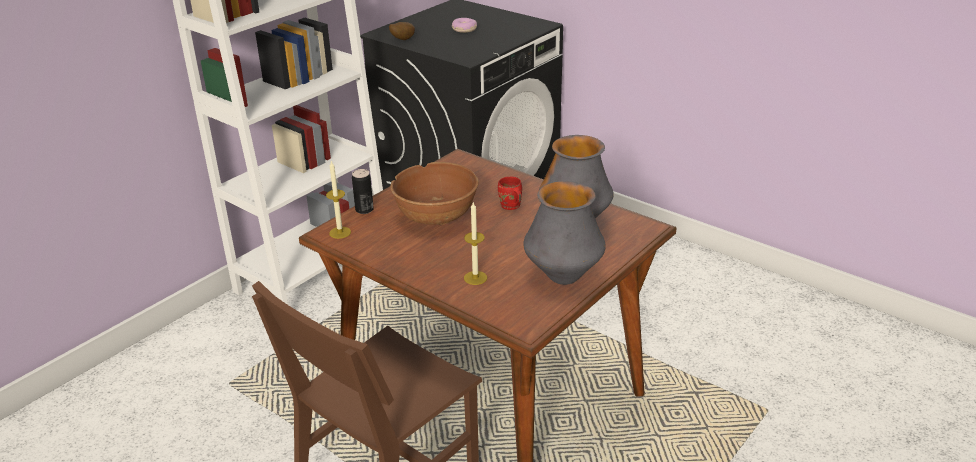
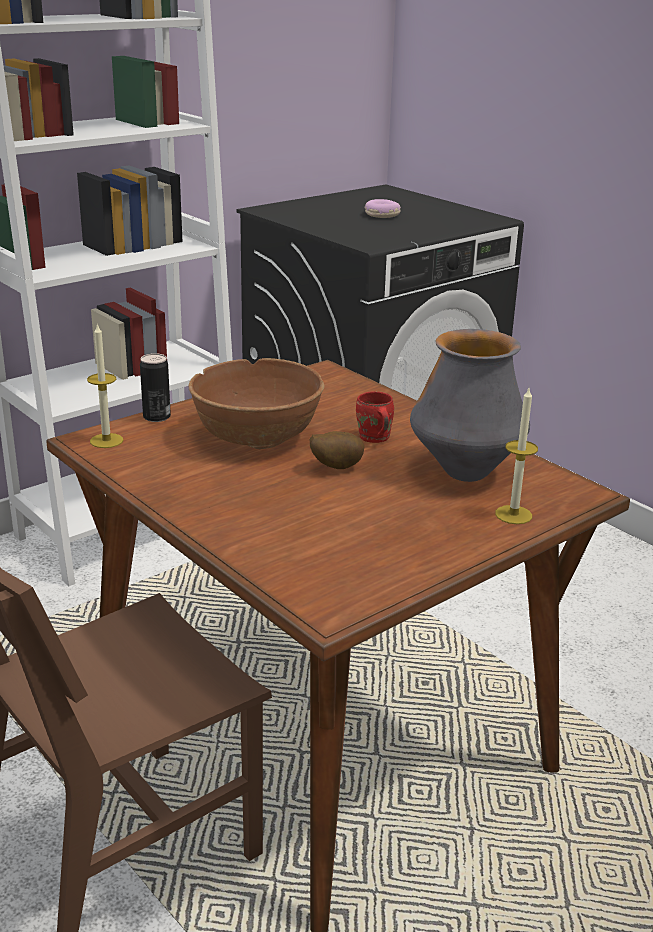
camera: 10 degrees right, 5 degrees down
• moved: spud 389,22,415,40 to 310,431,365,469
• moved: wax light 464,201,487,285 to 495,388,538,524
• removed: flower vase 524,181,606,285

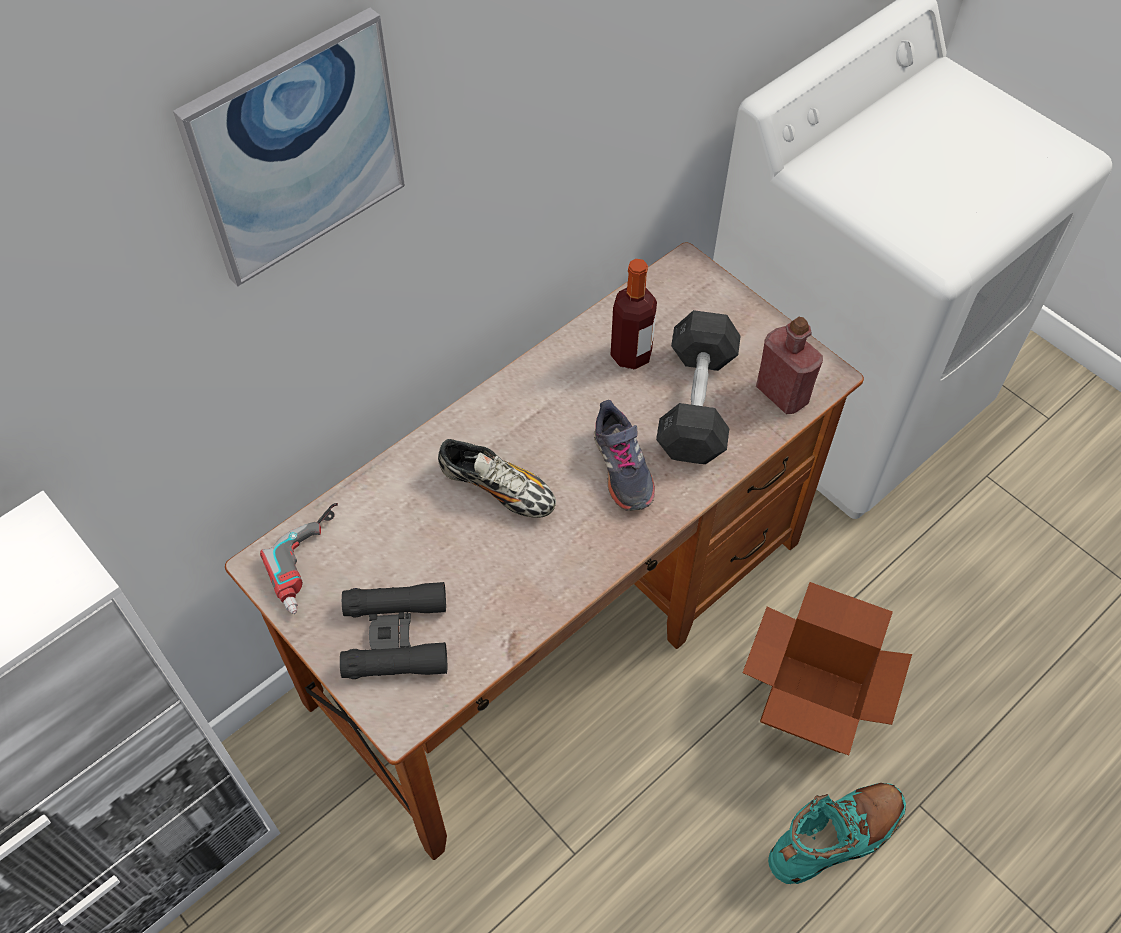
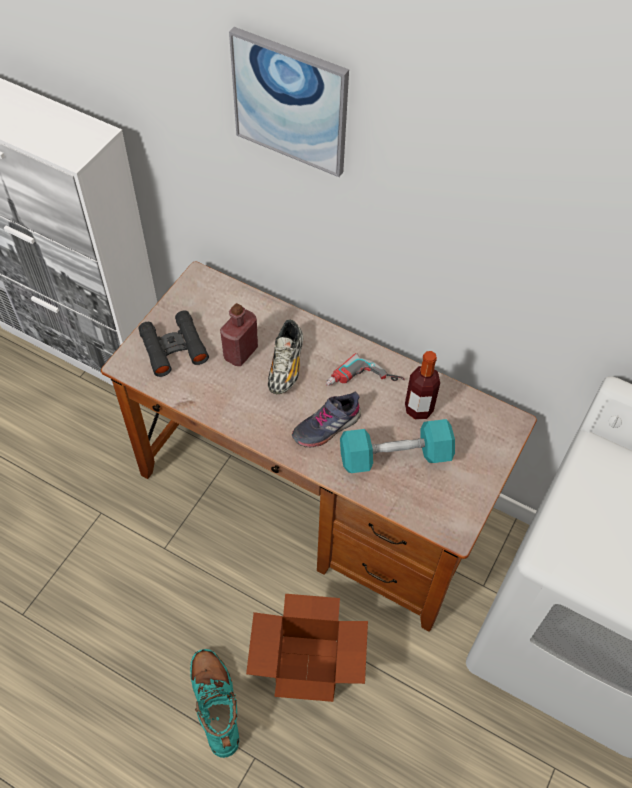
camera: 70 degrees right, 0 degrees up
• moved: power drill 260,503,338,614 to 326,353,405,386
• recoloured: greyish dumbbell 656,310,741,464 to turquoise-coloured dumbbell 340,419,455,473
• moved: red-coloured bottle 756,317,823,414 to 220,303,258,366
• turned: turquoise-coloured high-top boot 768,783,906,884 = 190,649,239,758 150 degrees counterclockwise

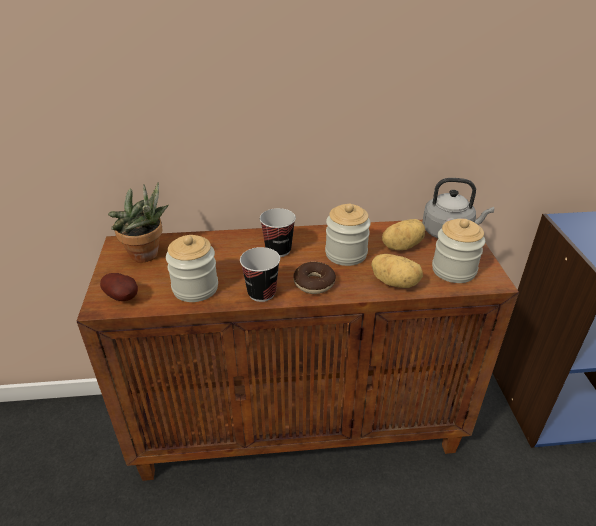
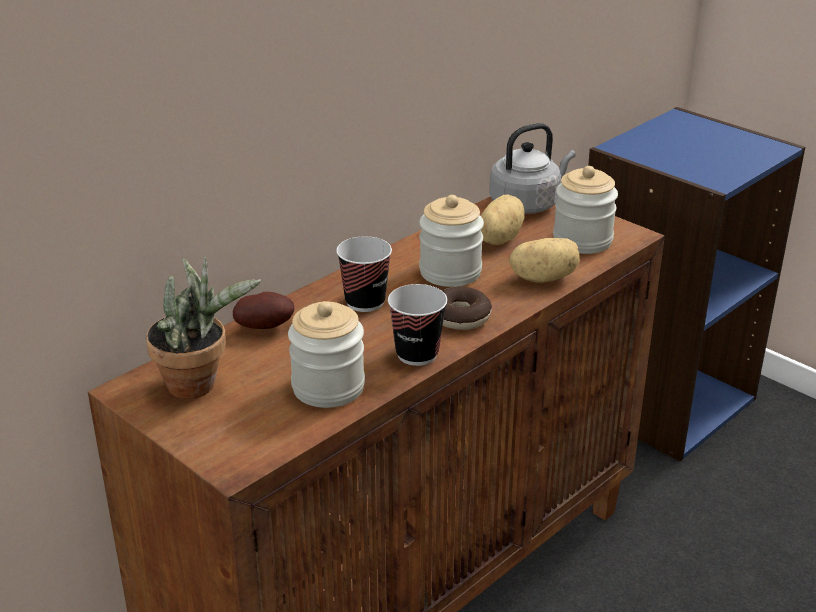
camera: 40 degrees left, 5 degrees down
• moved: spud 100,273,138,301 to 233,292,294,329

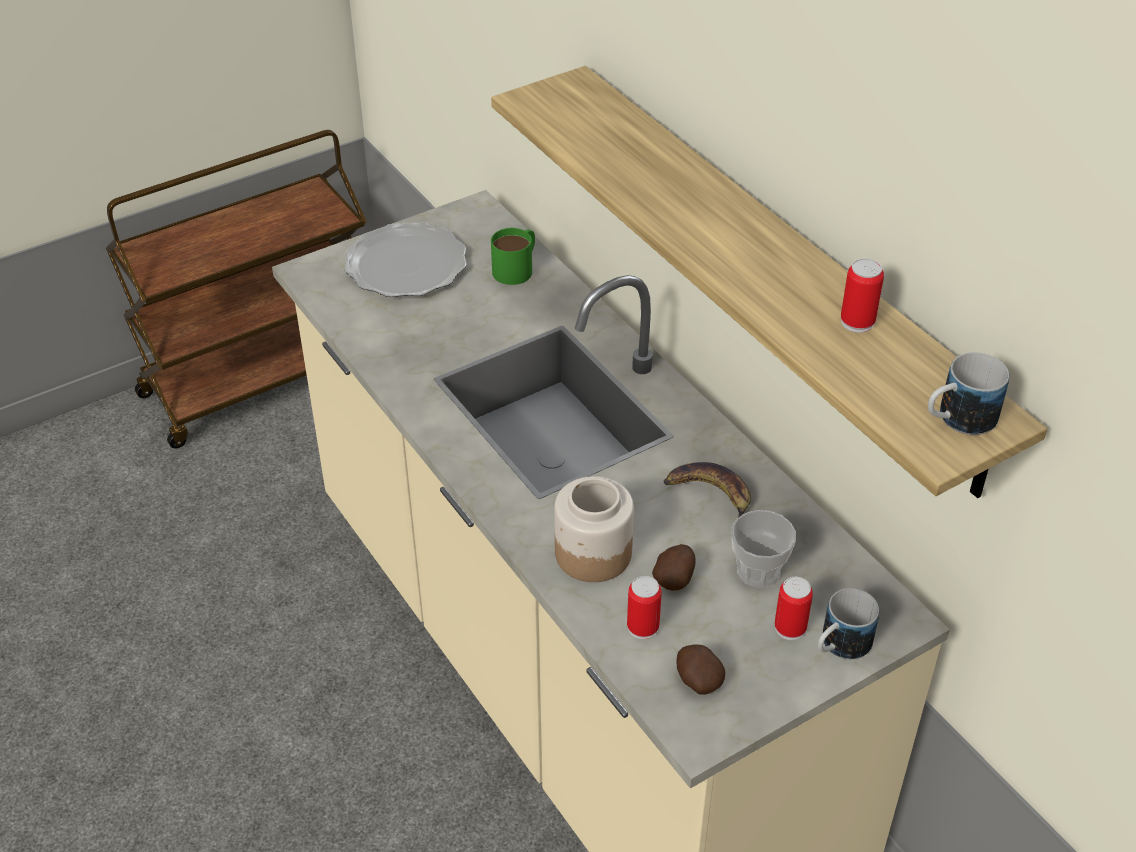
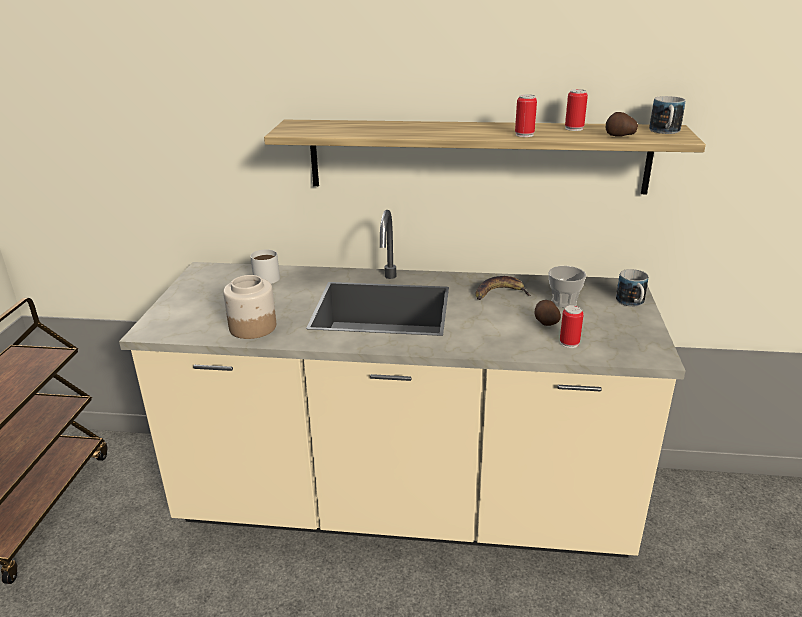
camera: 50 degrees left, 15 degrees down
• removed: flat dish 345,222,467,297
• recoloured: green-coloured mug 491,228,535,285 to white-coloured mug 250,249,280,284
• moved: jar 554,476,634,582 to 223,275,276,339
• moved: spud 676,645,725,695 to 606,112,638,137
• moved: sealed can 775,577,813,640 to 515,94,537,137

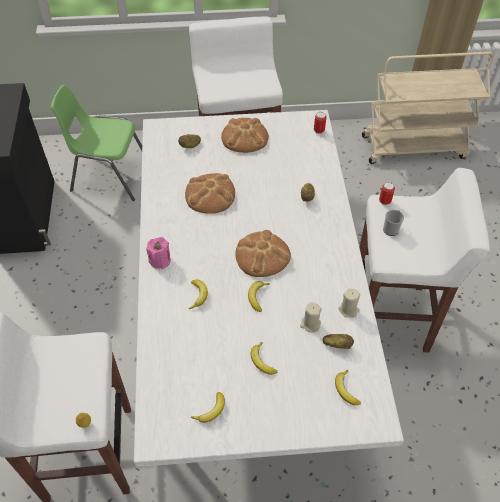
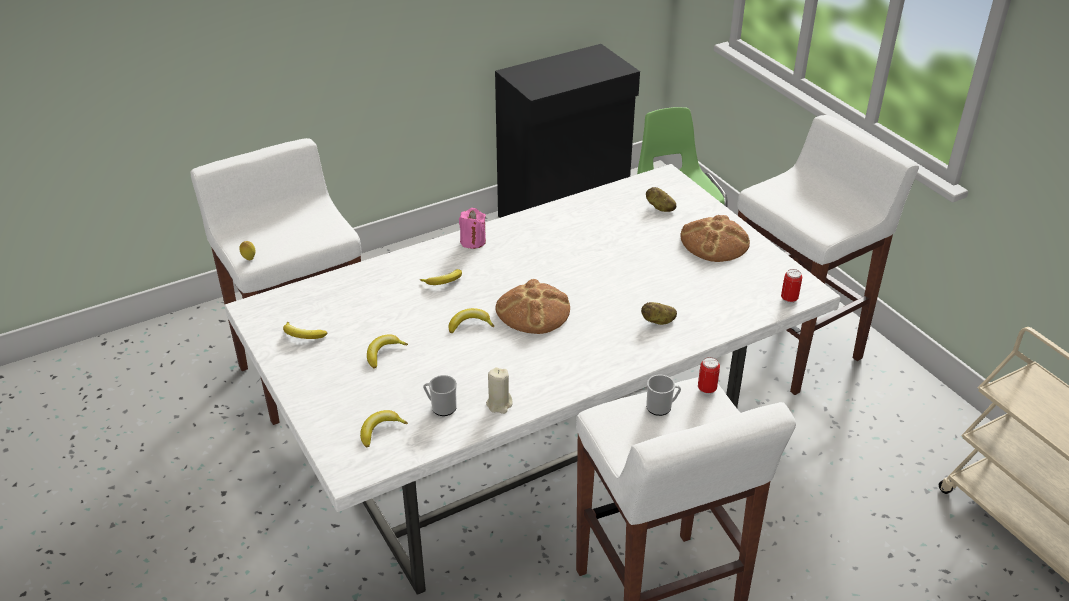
camera: 65 degrees right, 15 degrees down
• removed: baked bread 185,173,235,214
• removed: beige-coloured wax light 300,302,322,333
• replaced: spud 322,334,354,349 to mug 423,375,457,416

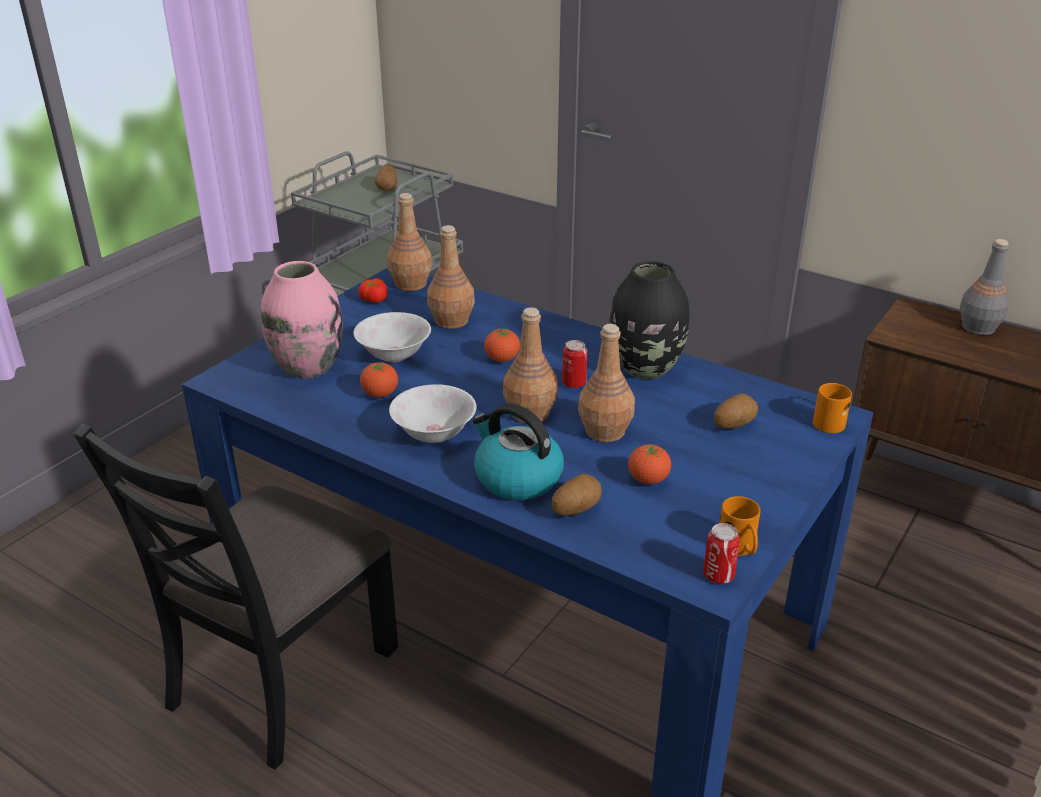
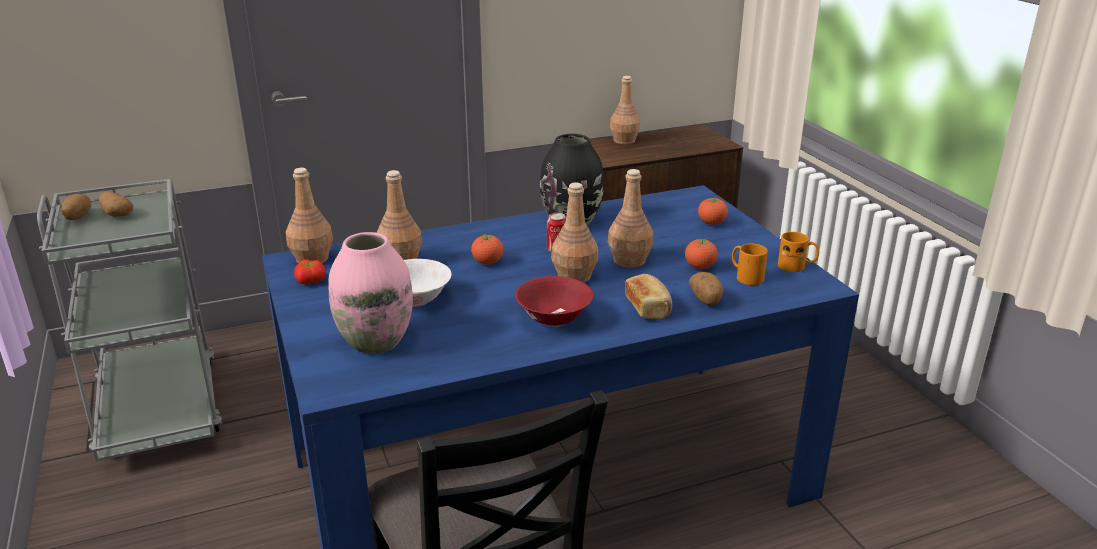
camera: 55 degrees left, 5 degrees down
• moved: fresh tomato 360,362,398,398 to 698,197,728,225
• recoloured: white-coloured deep dish 389,384,476,443 to red-coloured deep dish 515,276,593,327
• replaced: water kettle 473,403,564,500 to baked bread 625,274,672,320
• removed: sealed can 703,523,740,584
• moved: spud 714,393,758,429 to 62,194,91,220
• moved: orange-coloured mug 813,383,852,433 to 732,244,768,285
• recoloured: greyish bottle 960,239,1009,335 to brownish bottle 610,76,640,145

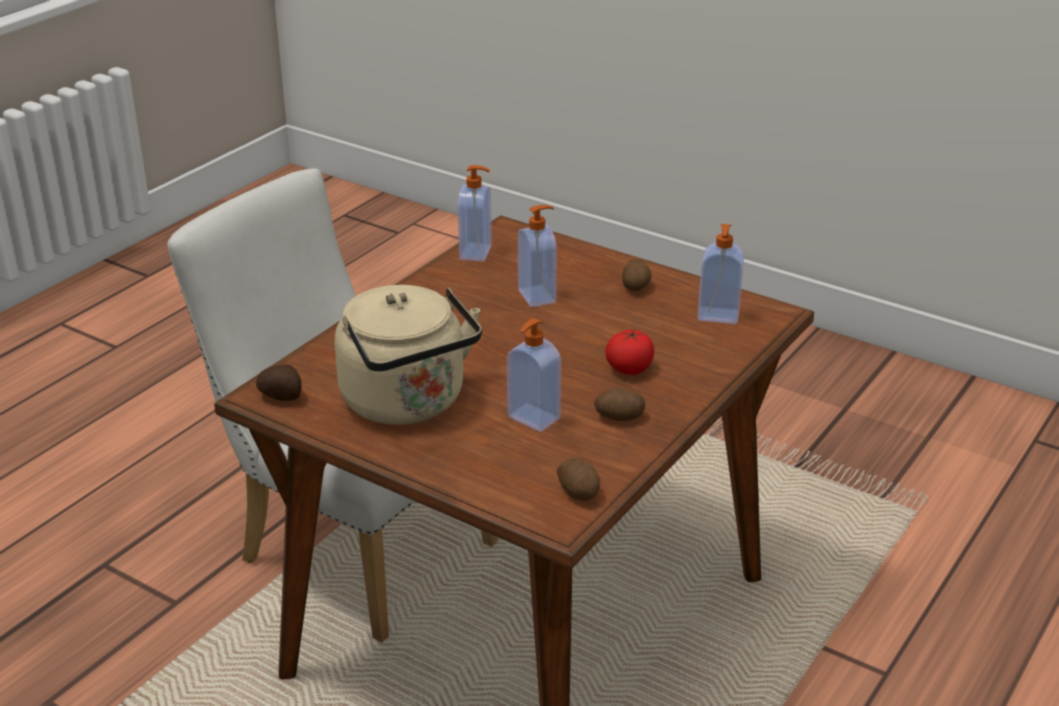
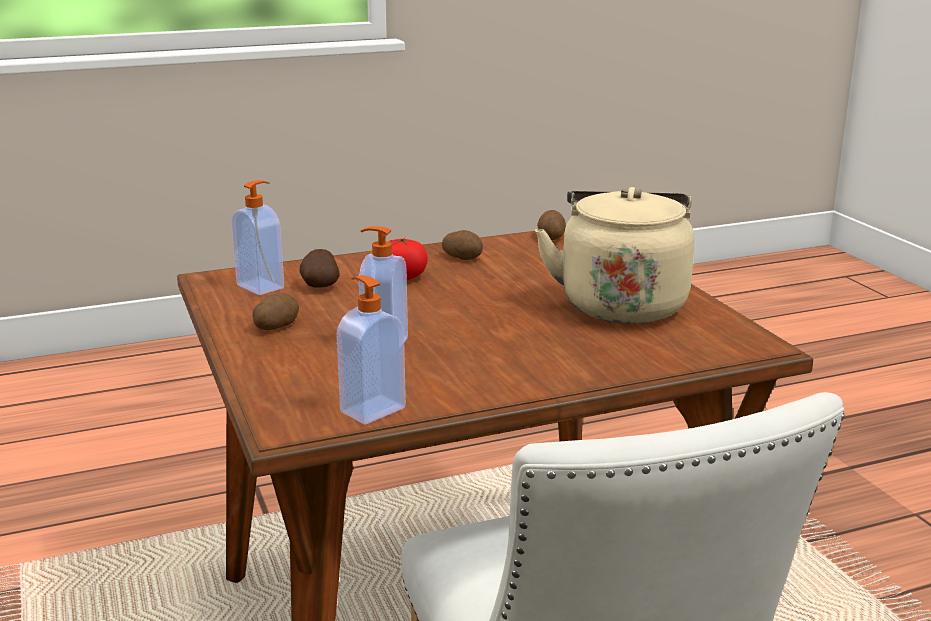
camera: 145 degrees left, 10 degrees down
• moved: spud 256,364,302,401 to 300,249,340,288
• removed: liquid soap bottle 507,318,561,432

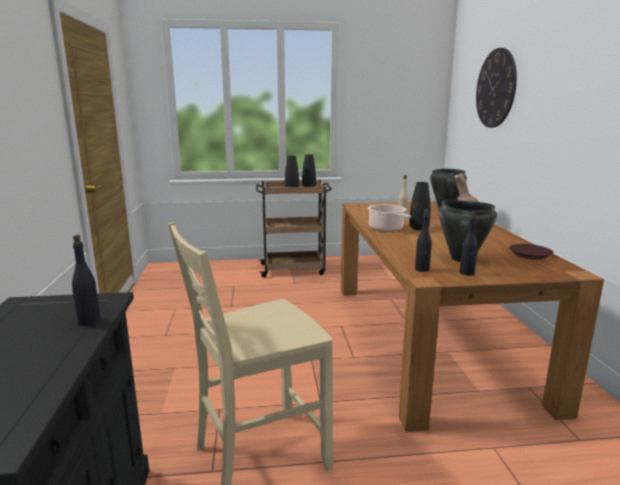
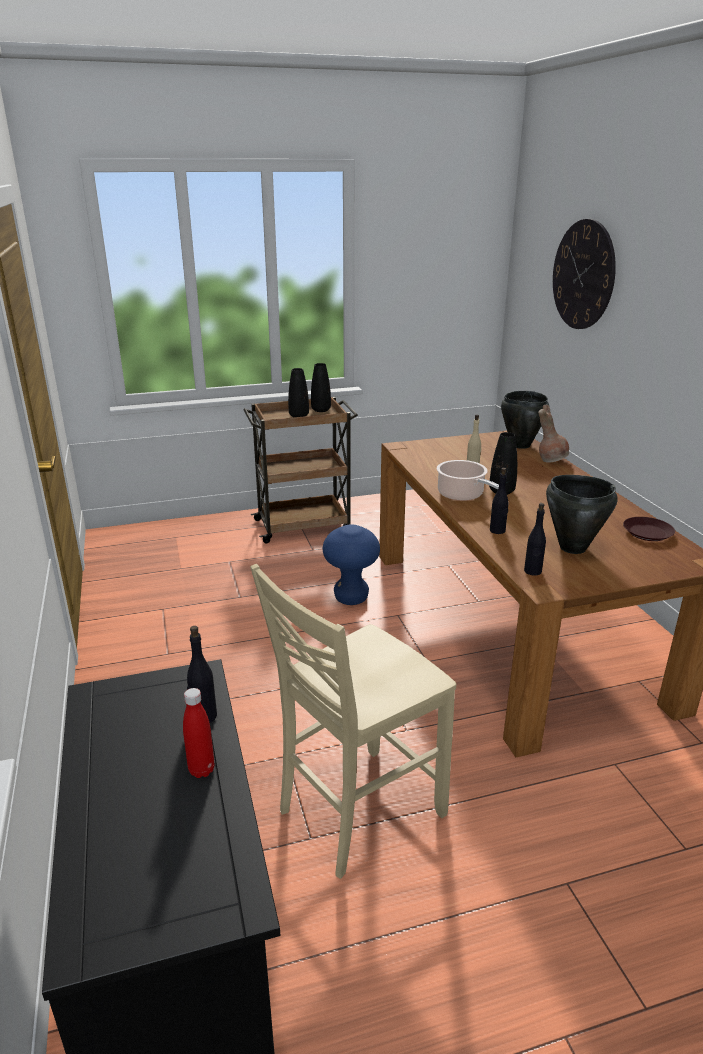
camera: 10 degrees left, 10 degrees up
• moved: black bottle 460,212,478,275 to 490,468,508,534
• added: red-coloured bottle 183,688,215,778
• added: blue-coloured stool 323,524,380,605

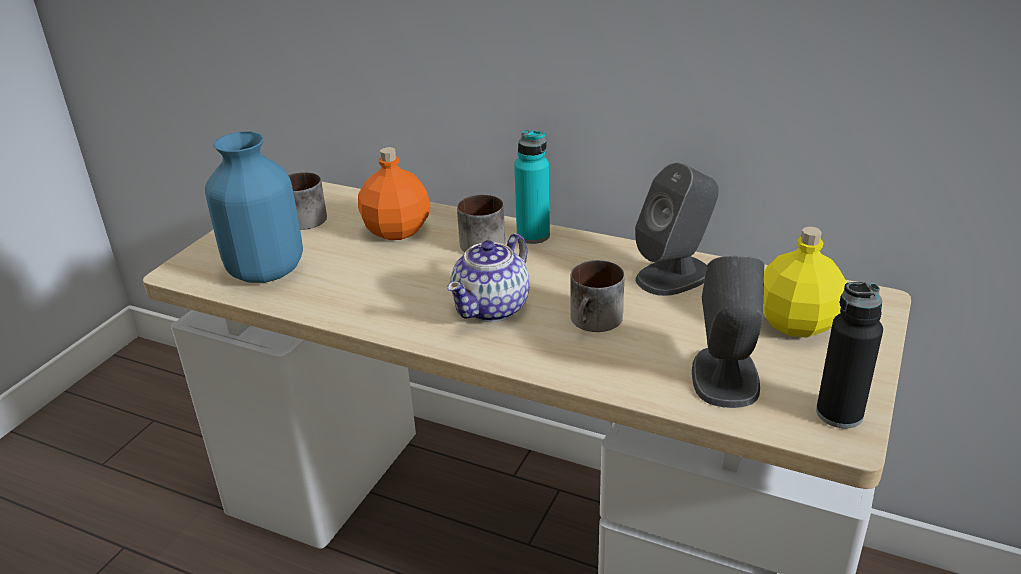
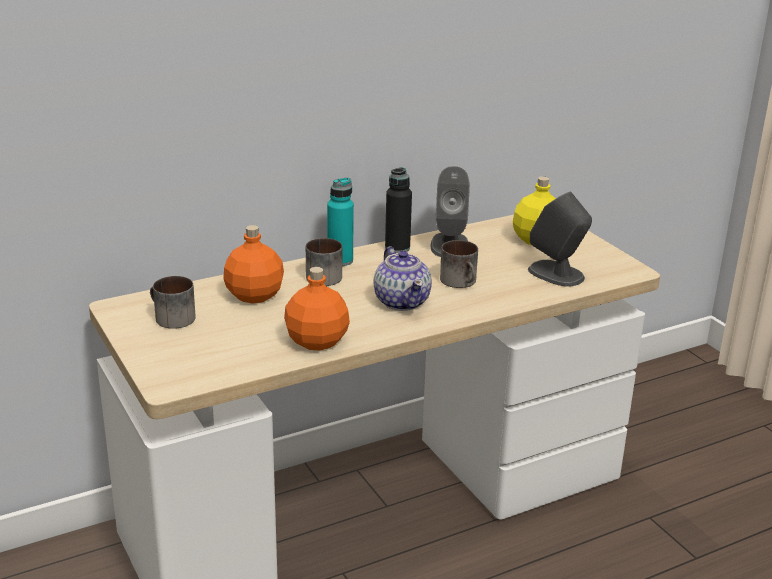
camera: 55 degrees left, 5 degrees down
• removed: blue-coloured flower vase 205,132,303,283
• moved: black bottle 816,282,883,428 to 385,167,412,253
• added: orange-coloured bottle 284,267,350,351

